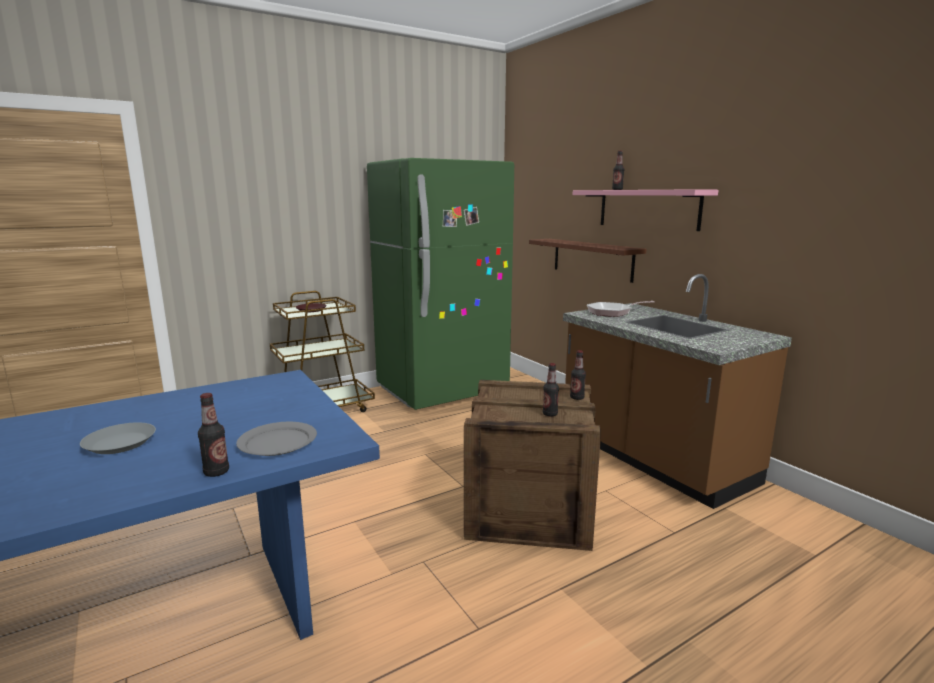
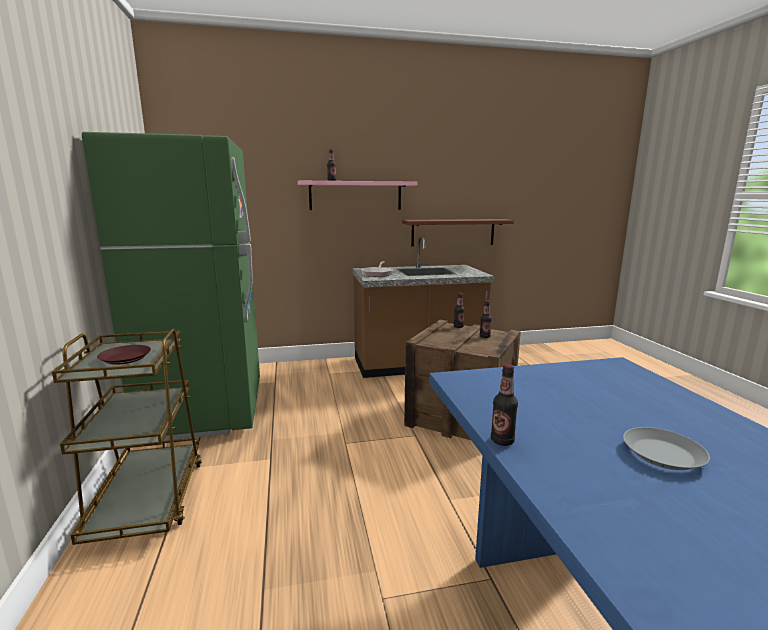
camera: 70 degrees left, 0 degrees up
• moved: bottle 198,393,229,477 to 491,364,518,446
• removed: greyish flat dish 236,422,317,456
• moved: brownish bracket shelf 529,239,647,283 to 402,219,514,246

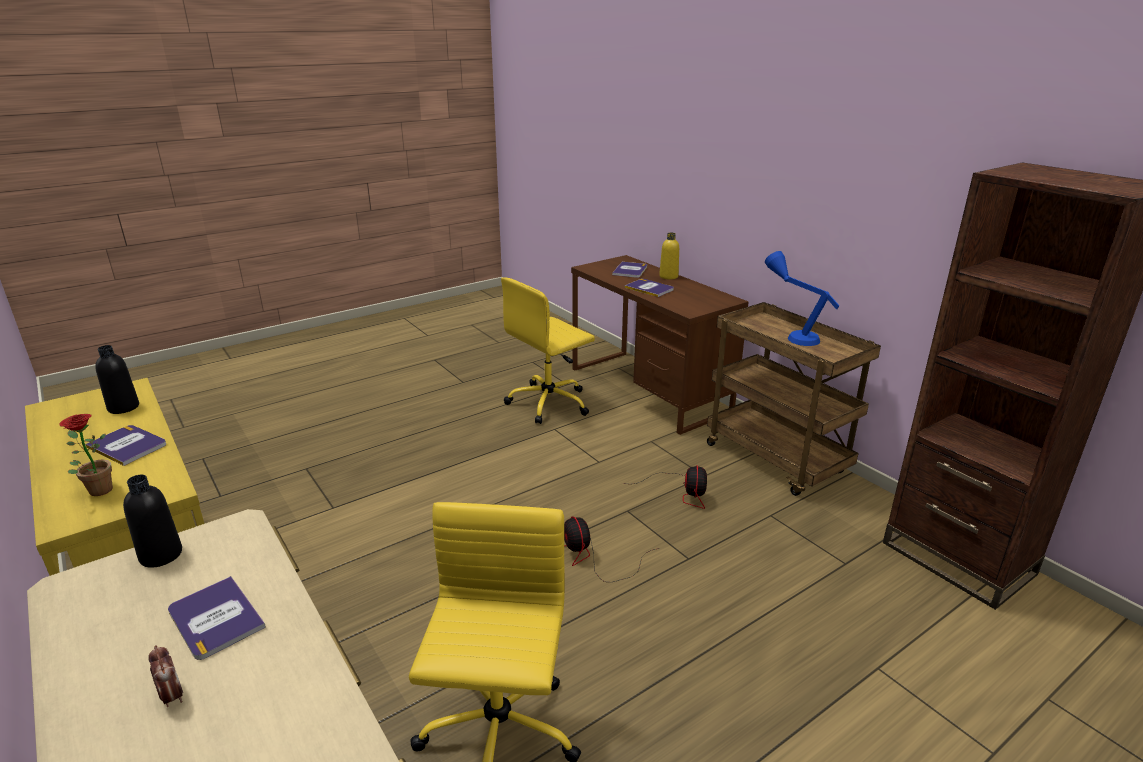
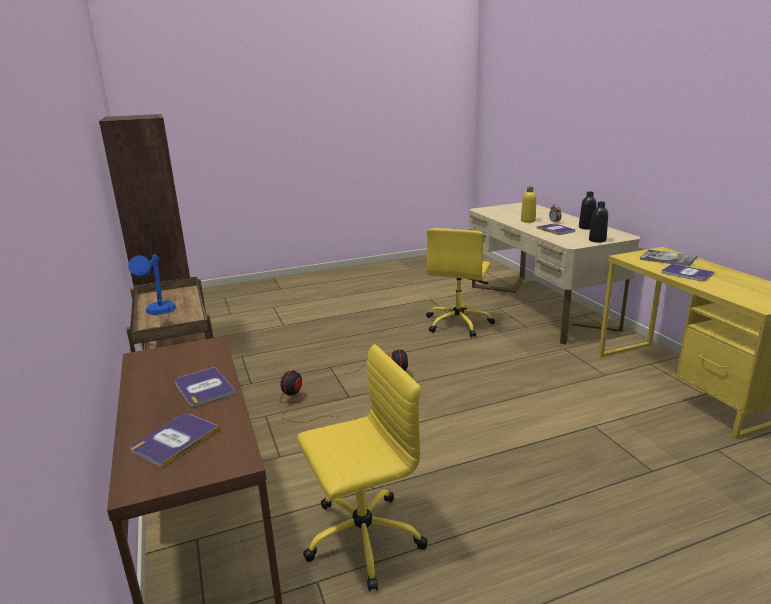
camera: 165 degrees left, 5 degrees down
• replaced: plant in a pot 59,414,113,496 to book 640,250,697,267
• moved: black bottle 95,345,139,414 to 579,192,597,229
• moved: yellow-coloured bottle 659,232,679,279 to 521,187,536,223

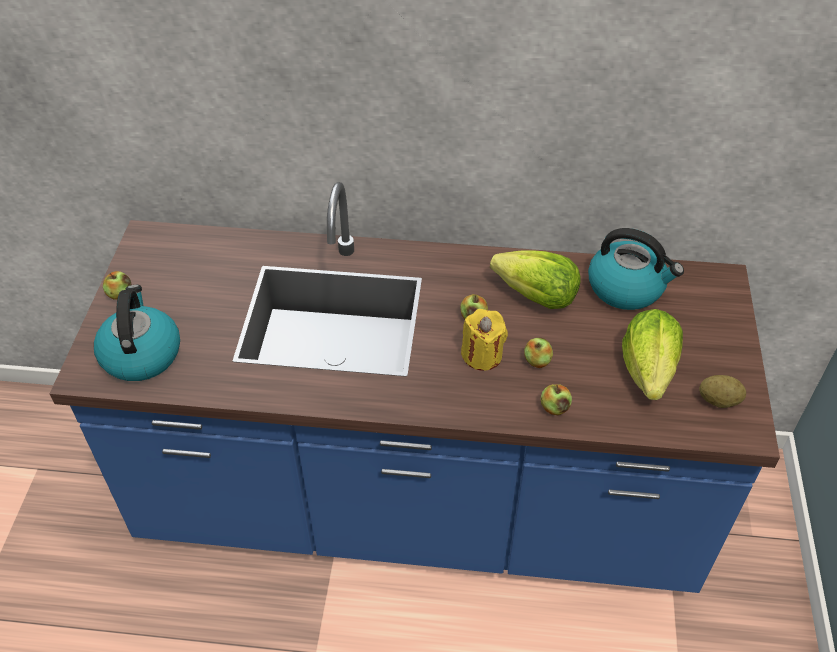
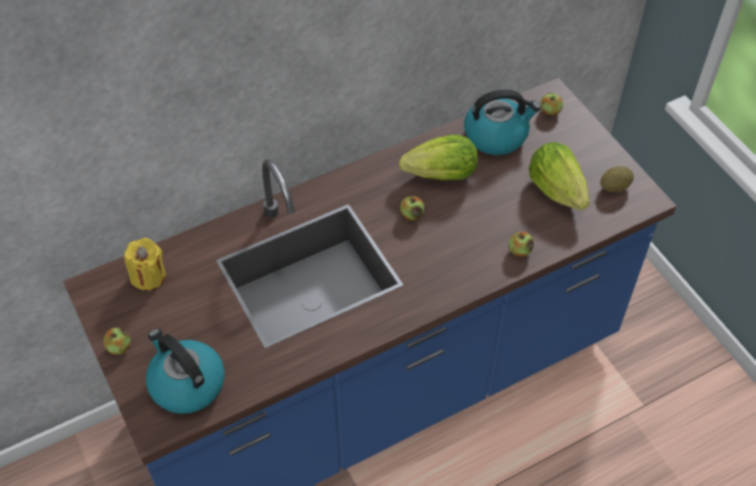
camera: 35 degrees left, 5 degrees up
• moved: yellow-coloured wax light 461,309,508,371 to 124,238,166,290
• moved: whole apple 524,338,553,368 to 540,93,563,116

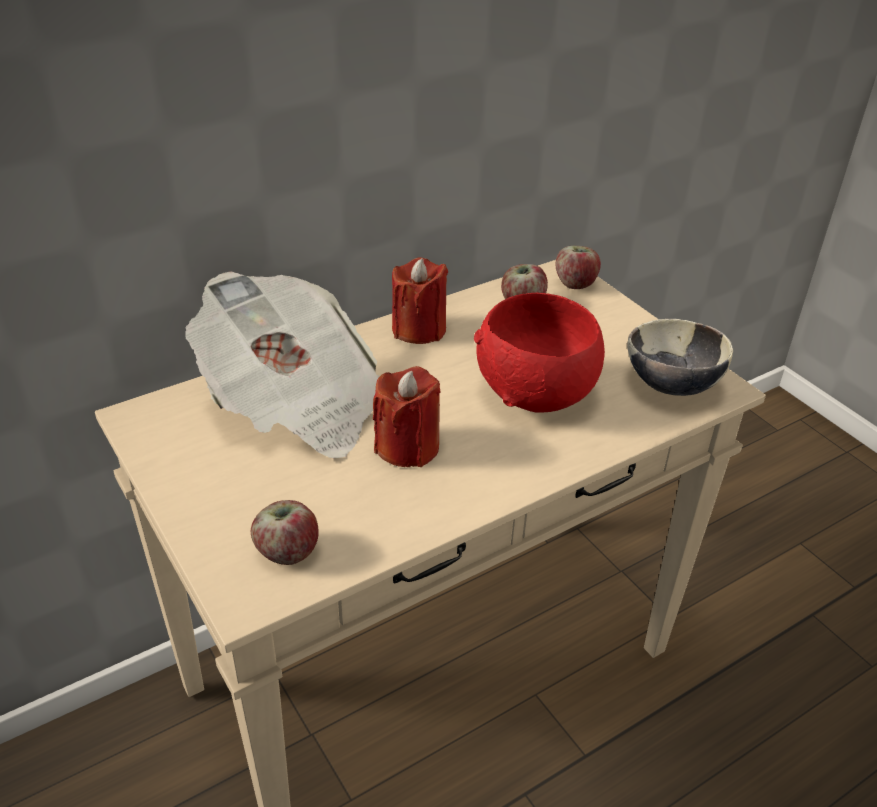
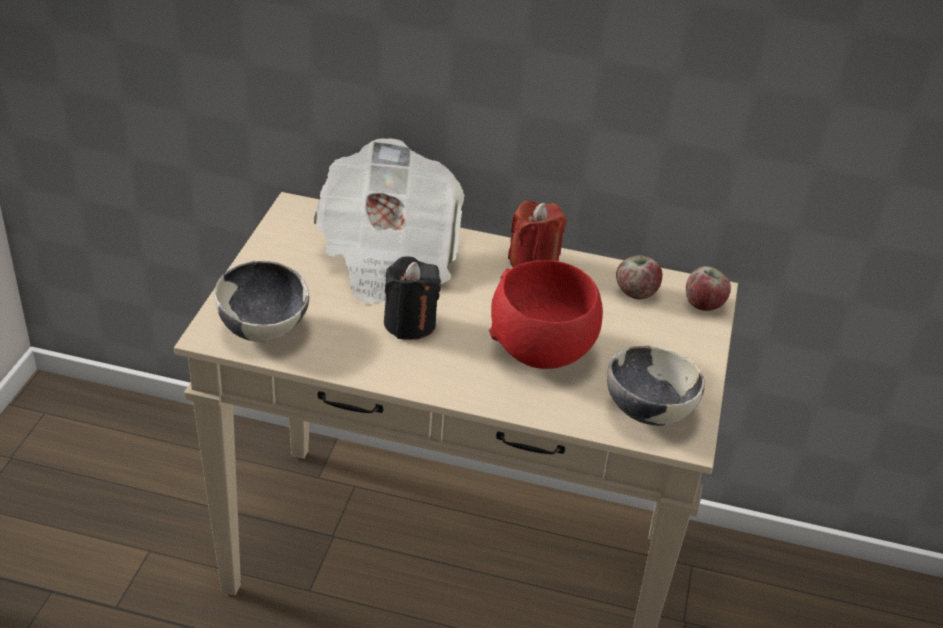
camera: 45 degrees right, 0 degrees up
• replaced: whole apple 251,500,319,565 to deep dish 214,261,309,342
• recoloured: red-coloured wax light 373,366,441,467 to black wax light 384,256,441,340

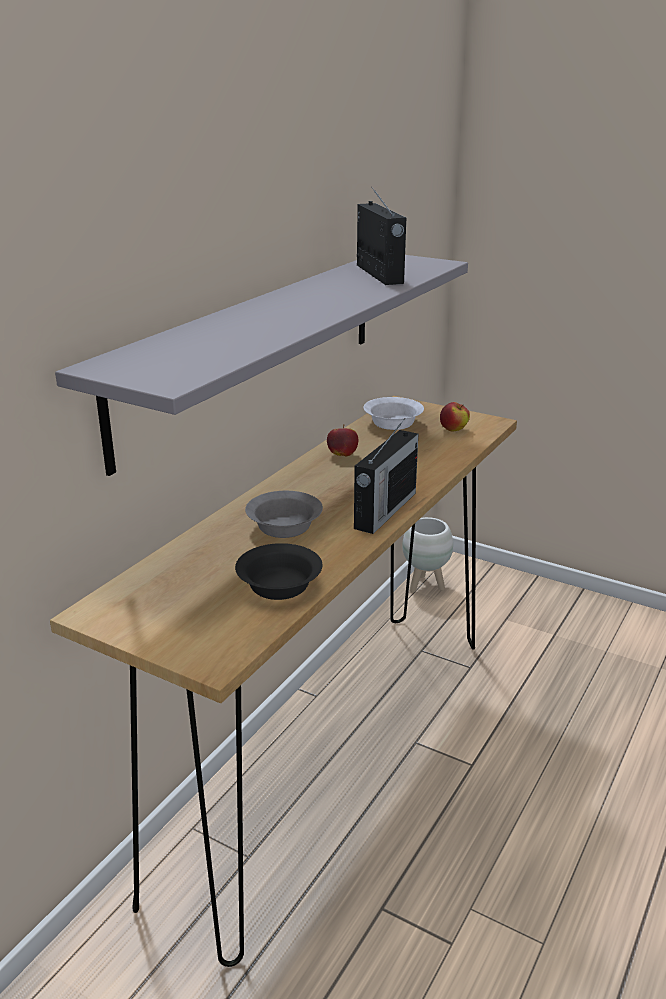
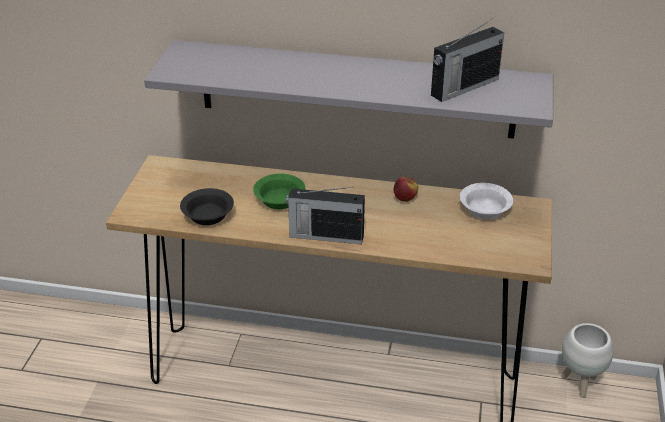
camera: 70 degrees right, 10 degrees up
• recoloured: greyish deep dish 245,491,323,538 to green-coloured deep dish 253,174,305,209
• removed: whole apple 440,402,470,431

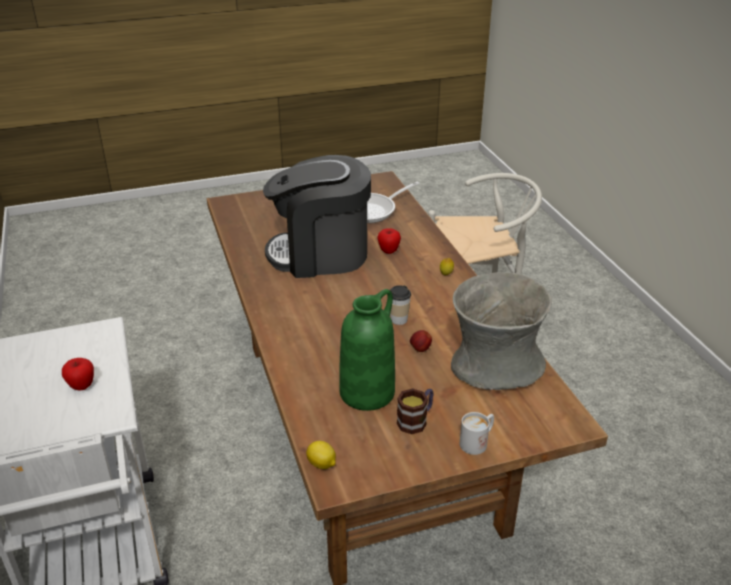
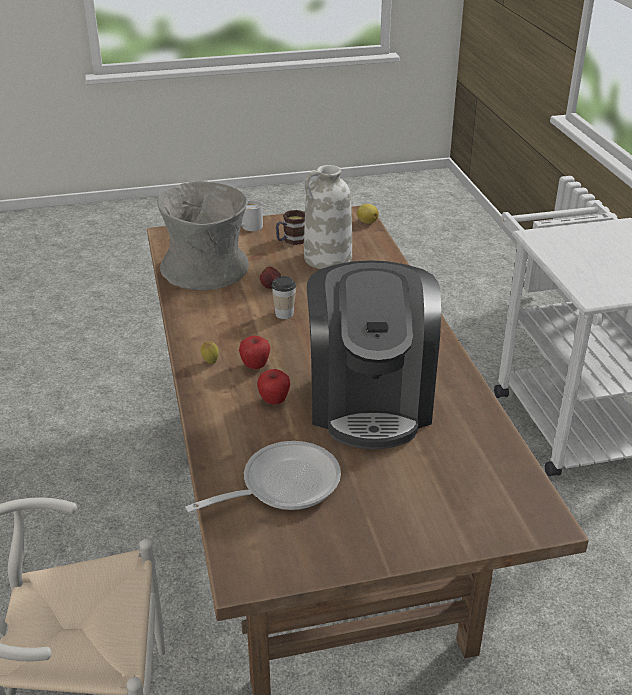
camera: 175 degrees left, 0 degrees up
• moved: whole apple 62,358,94,390 to 239,336,270,369
• turned: coffee maker 263,155,371,278 = 307,260,441,450 90 degrees clockwise
• recoloured: green-coloured flower vase 339,289,395,411 to white-coloured flower vase 304,165,352,269

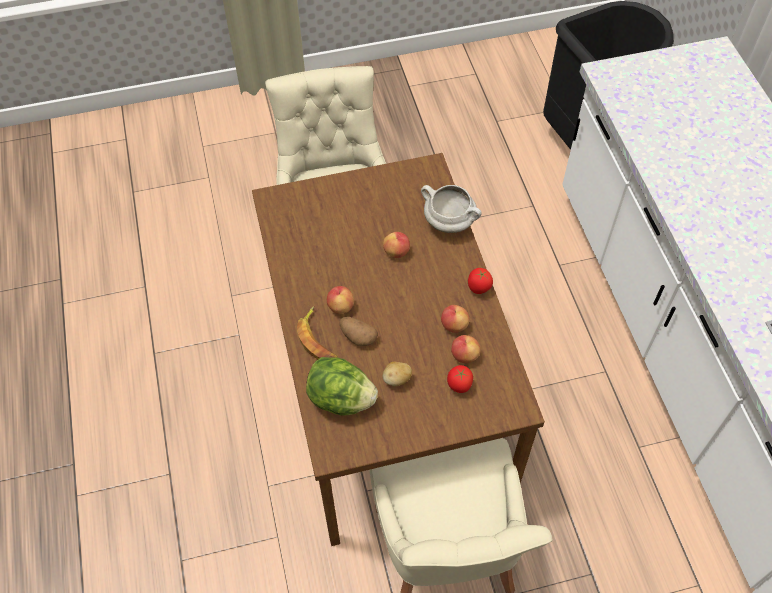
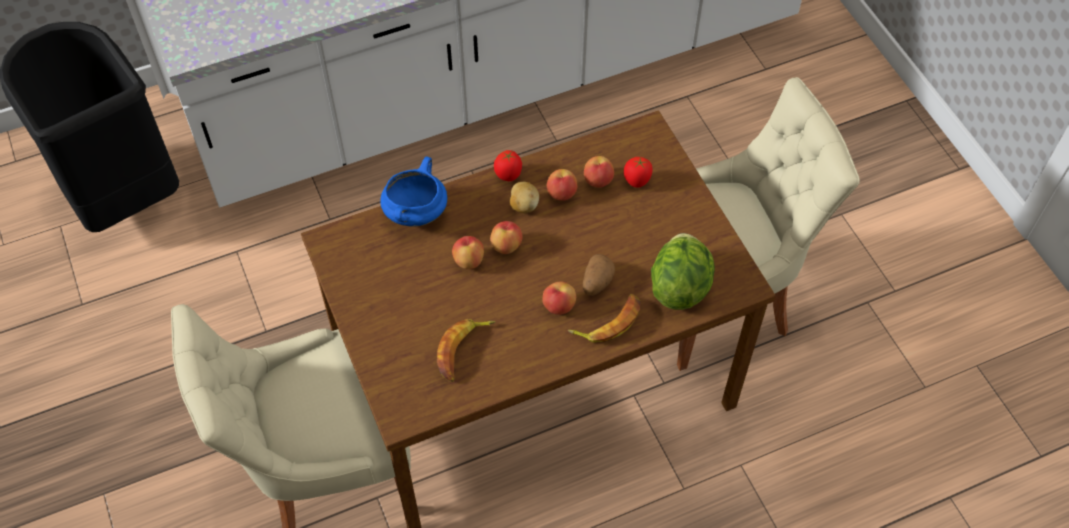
camera: 100 degrees left, 0 degrees up
• moved: spud 382,362,412,386 to 510,182,539,213
• recoloured: white-coloured stockpot 421,185,482,233 to blue-coloured stockpot 381,157,447,227
• added: banana fruit 437,319,495,382
• added: whole apple 490,221,523,254

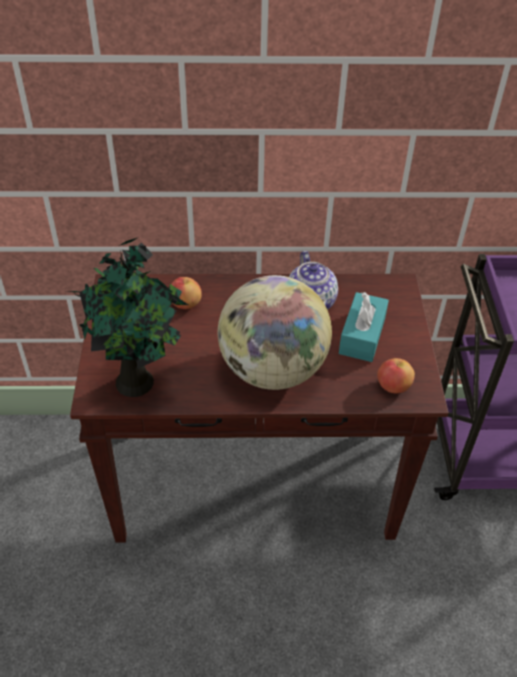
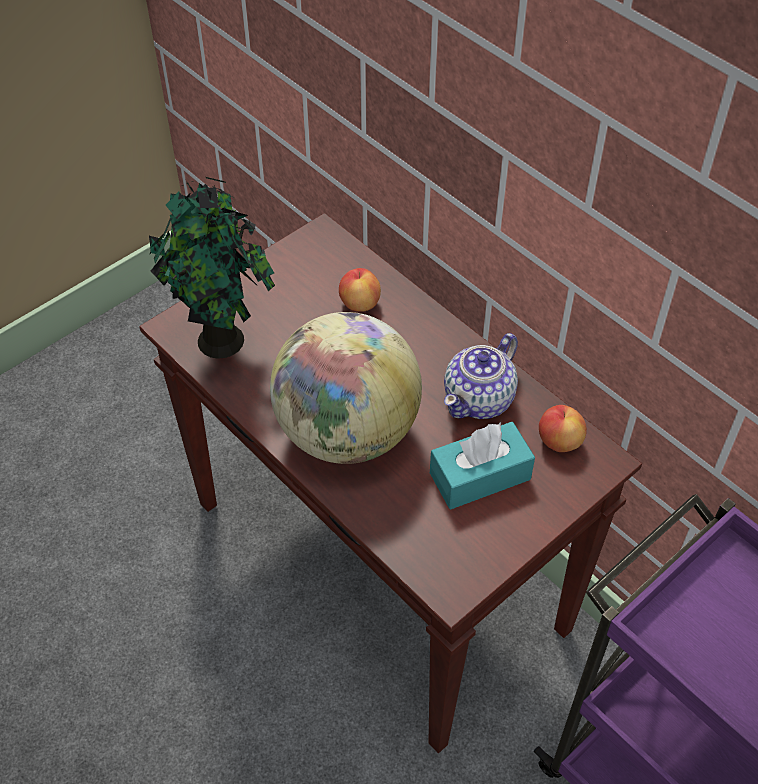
camera: 50 degrees right, 5 degrees up
• moved: whole apple 377,358,415,393 to 539,405,587,452

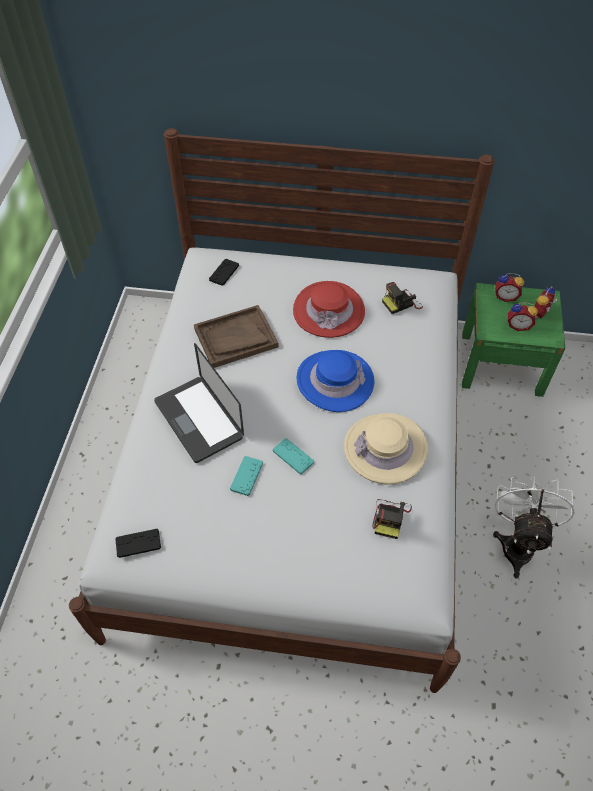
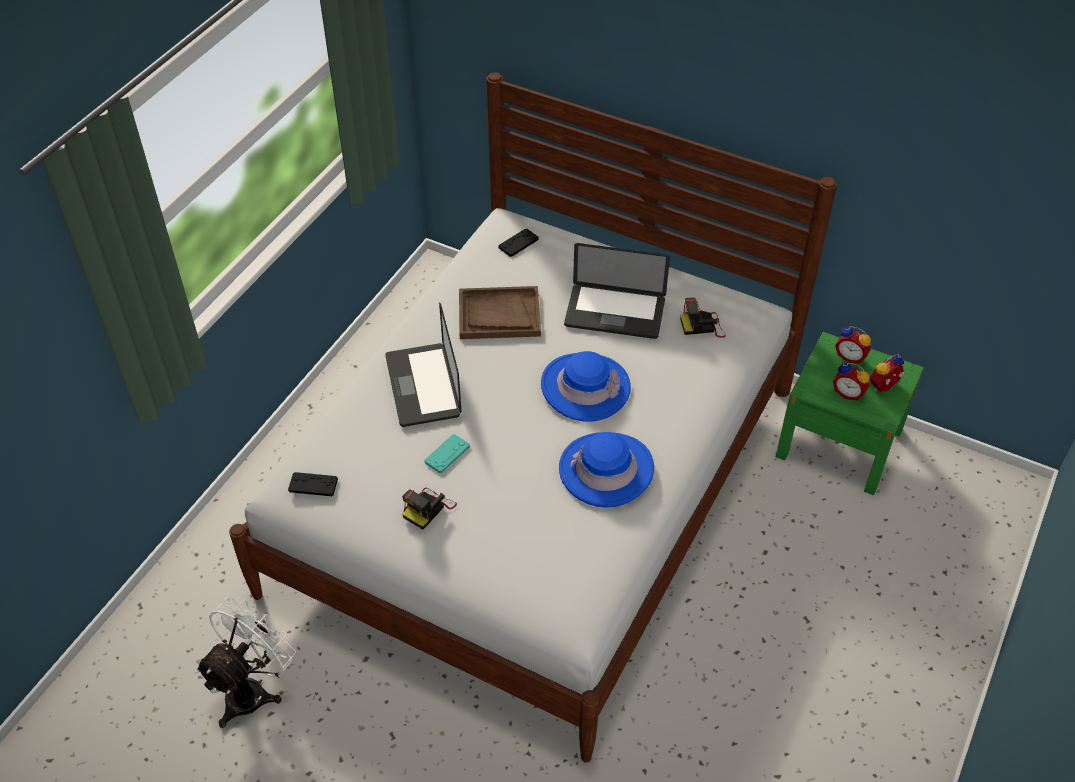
camera: 20 degrees right, 5 degrees down
• removed: turquoise-coloured joypad 273,438,314,474
• replaced: red-coloured wearable hat 293,281,365,338 to laptop 564,243,670,339
• recoloured: beige-coloured wearable hat 344,413,428,485 to blue-coloured wearable hat 559,432,654,508
• moved: still camera 372,499,412,539 to 402,488,457,529
• moved: white-coloured fan 493,474,575,578 to 195,597,296,728

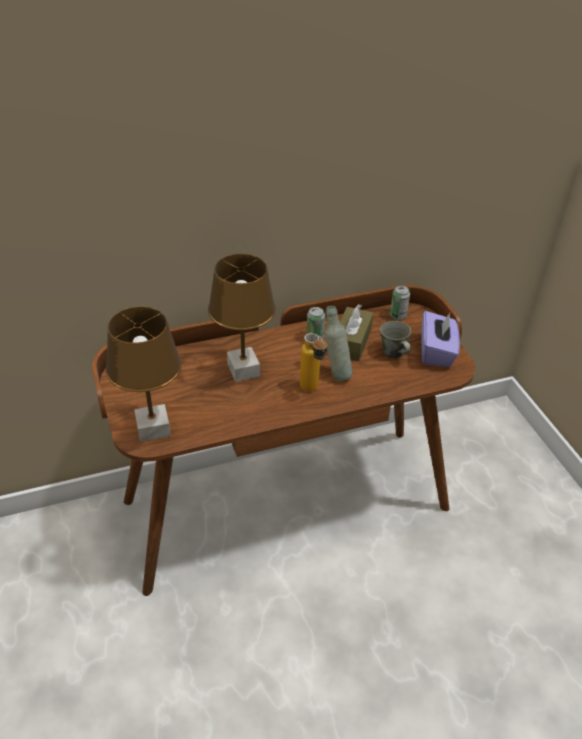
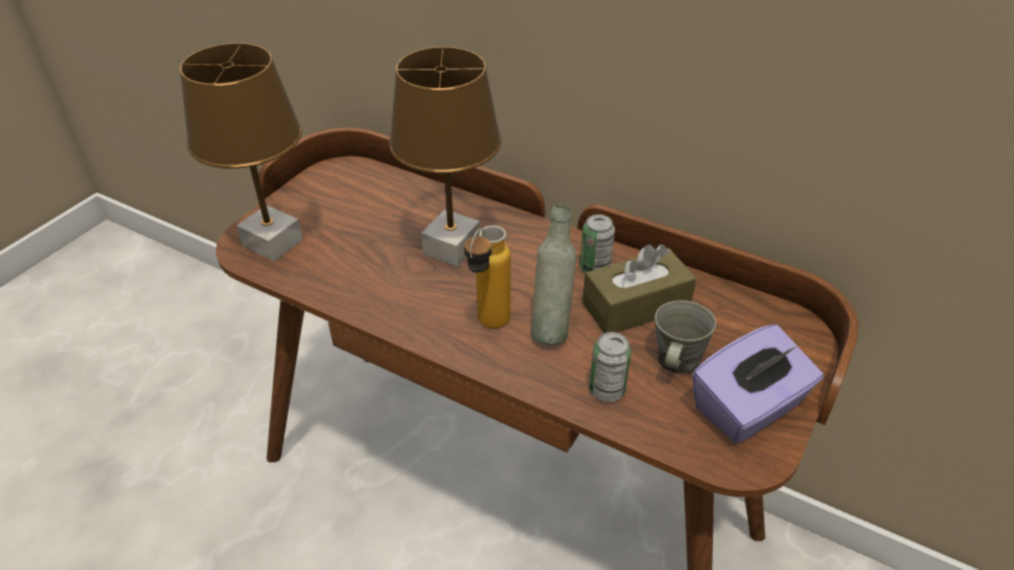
camera: 50 degrees right, 0 degrees up
• moved: sealed can 390,286,410,320 to 589,332,631,402

